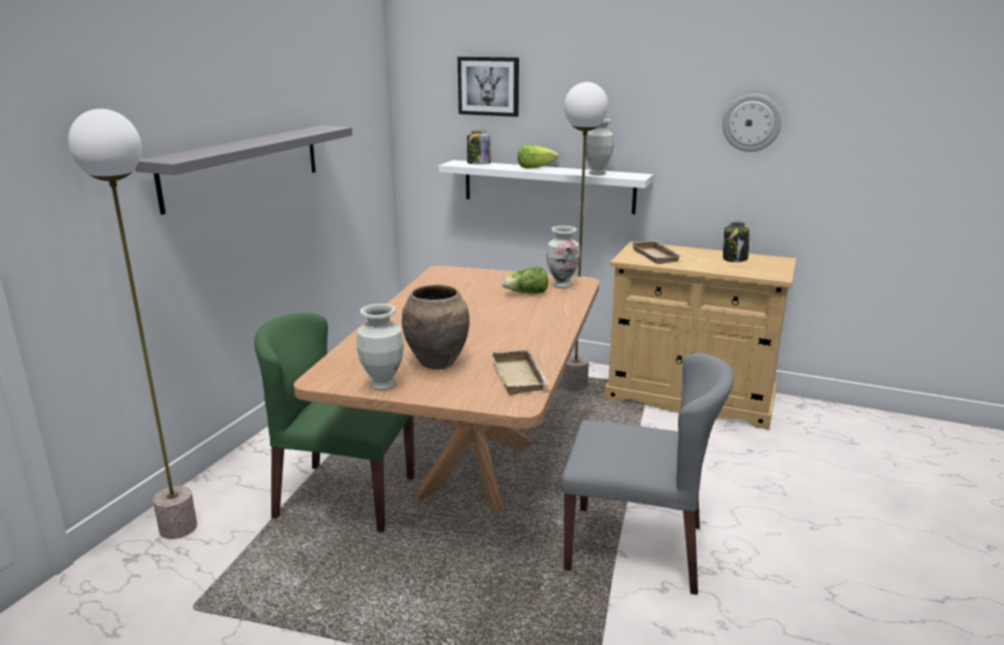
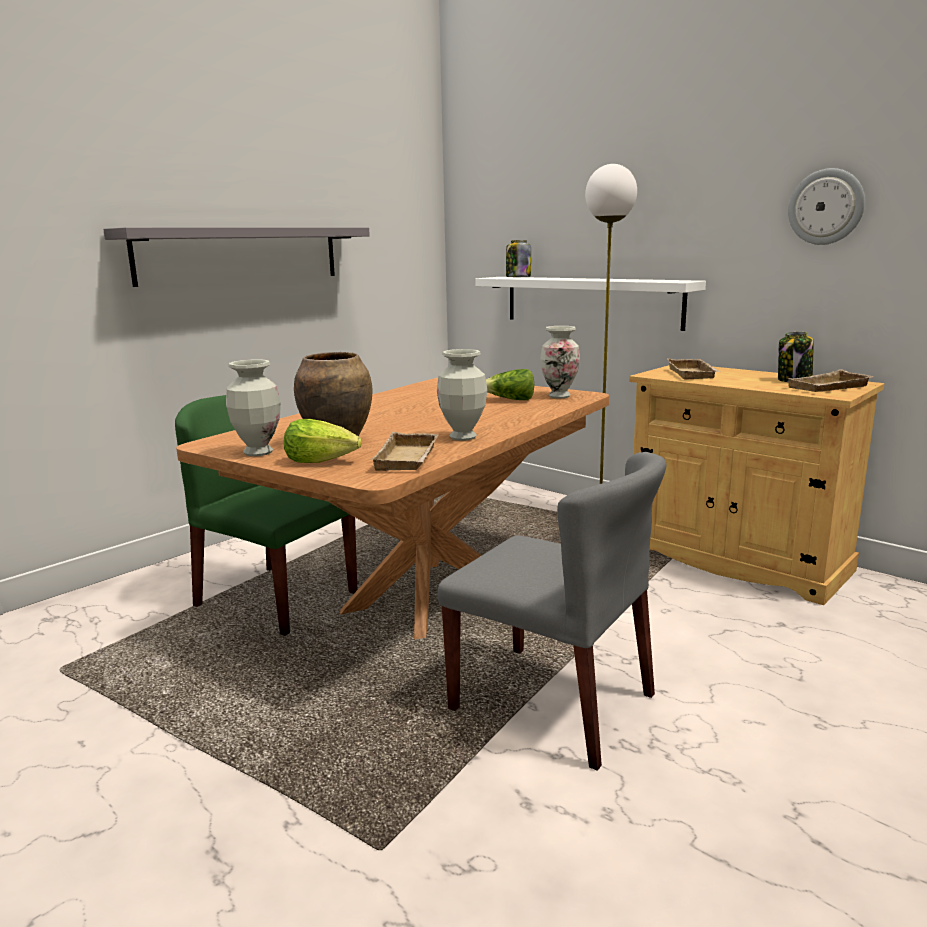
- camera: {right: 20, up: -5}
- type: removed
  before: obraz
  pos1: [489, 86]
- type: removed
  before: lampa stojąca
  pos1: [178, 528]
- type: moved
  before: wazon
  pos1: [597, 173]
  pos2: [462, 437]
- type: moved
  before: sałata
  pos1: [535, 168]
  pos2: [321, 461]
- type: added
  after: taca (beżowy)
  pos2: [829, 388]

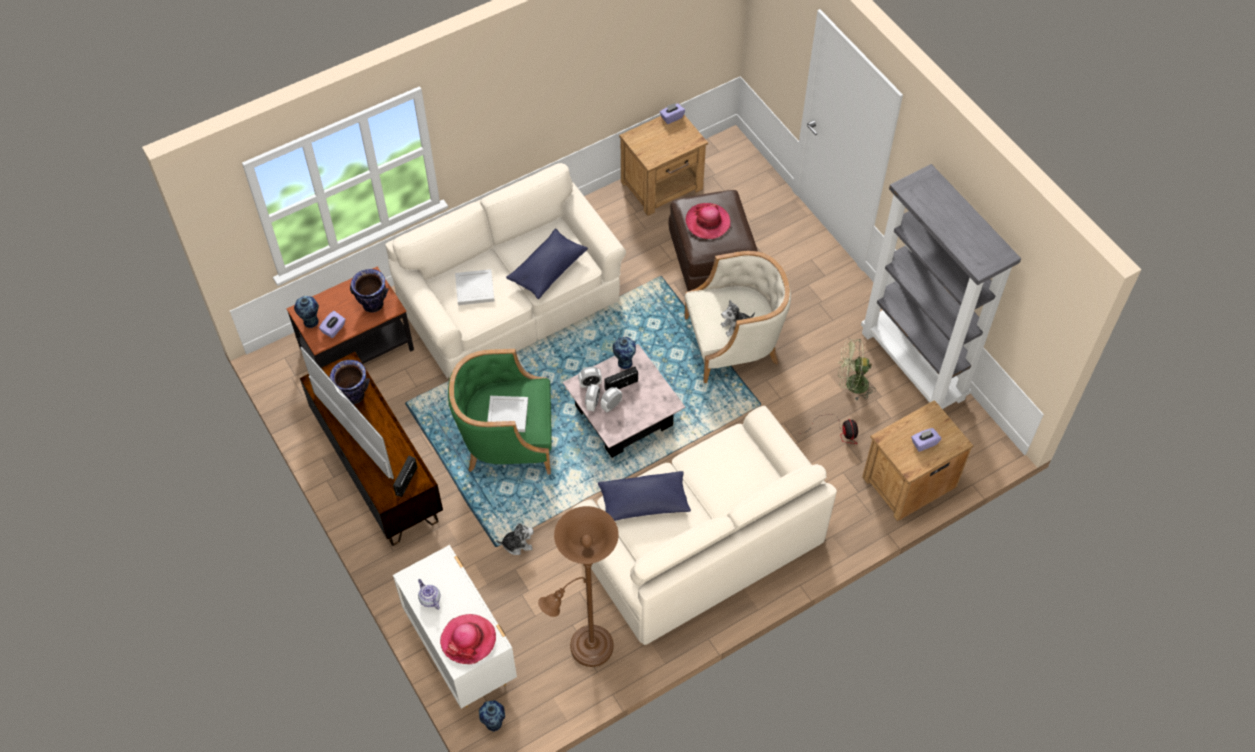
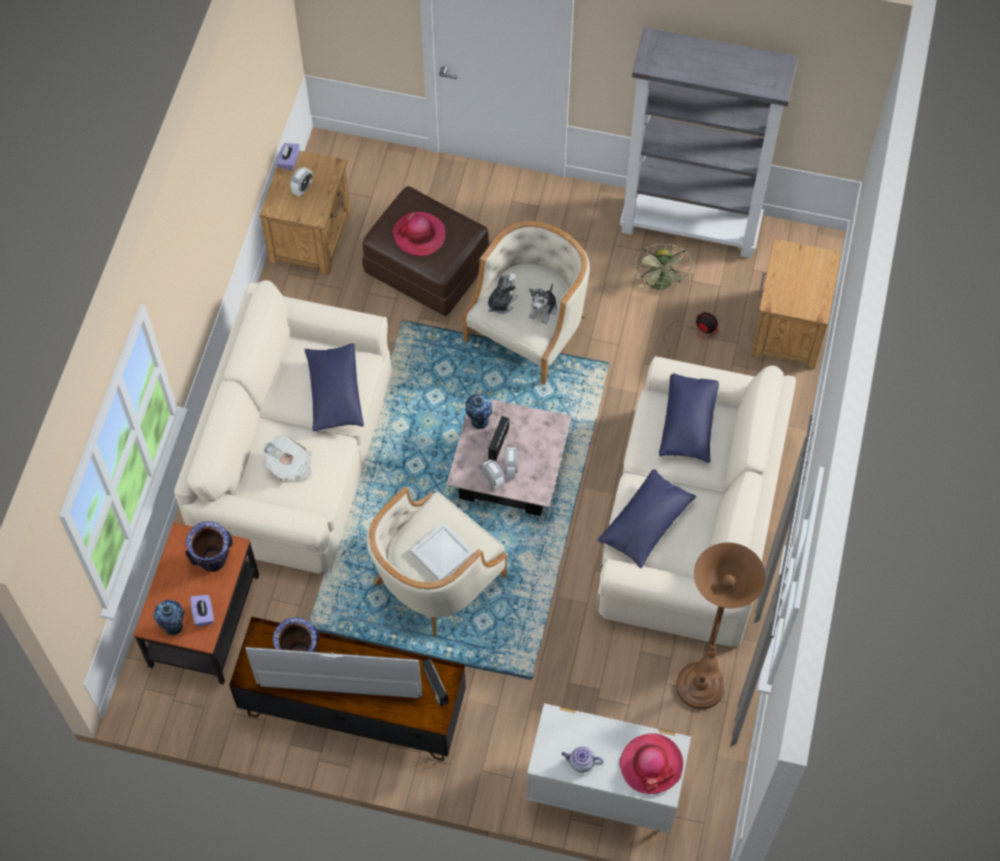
- camera: {right: -45, up: 5}
- type: replaced
  before: taca (biały)
  after: gazeta
  pos1: [475, 289]
  pos2: [290, 465]
- type: turned
  before: wentylator (zielony)
  pos1: [851, 385]
  pos2: [661, 284]
  turn: -45
- type: recoloured
  before: fotel (zielony)
  after: fotel (beżowy)
  pos1: [507, 439]
  pos2: [434, 579]
- type: moved
  before: budzik
  pos1: [590, 384]
  pos2: [302, 189]
- type: removed
  before: pudełko chusteczek (fioletowy)
  pos1: [924, 443]
- type: moved
  before: pluszak
  pos1: [517, 544]
  pos2: [501, 302]
- type: removed
  before: wazon
  pos1: [494, 724]
- type: added
  after: poduszka (niebieski)
  pos2: [688, 424]

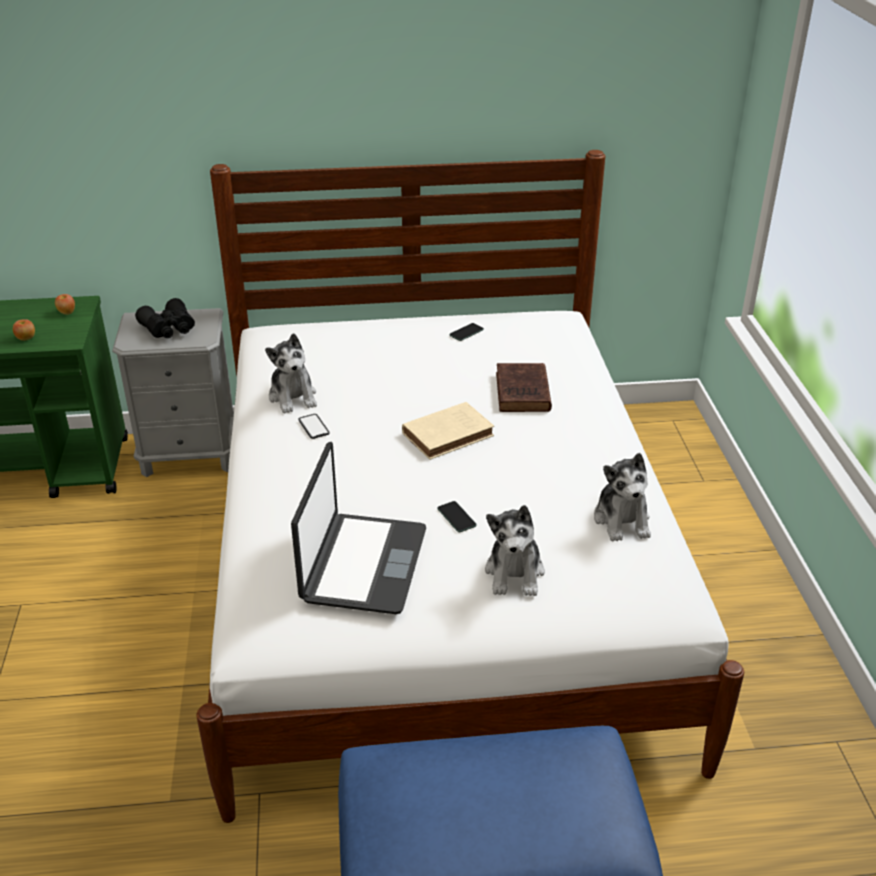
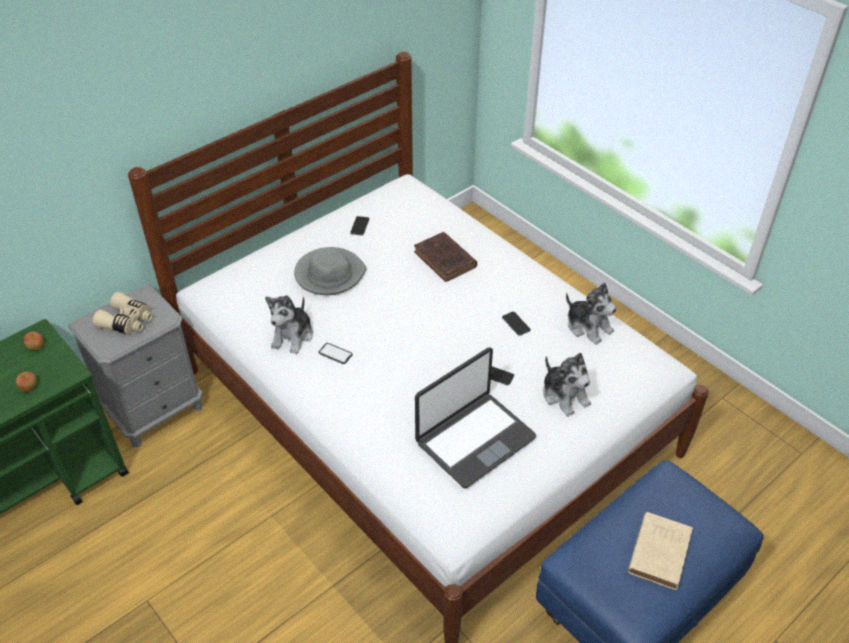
- camera: {right: -35, up: 10}
- type: recoloured
  before: lornetka (czarny)
  after: lornetka (beżowy)
  pos1: [169, 329]
  pos2: [127, 321]
- type: turned
  before: pluszak
  pos1: [293, 397]
  pos2: [293, 336]
  turn: 75
- type: moved
  before: książka (beżowy)
  pos1: [450, 434]
  pos2: [660, 551]
- type: turned
  before: laptop
  pos1: [362, 564]
  pos2: [474, 439]
  turn: 75
- type: added
  after: kapelusz (szary)
  pos2: [329, 274]
- type: added
  after: telefon
  pos2: [516, 324]

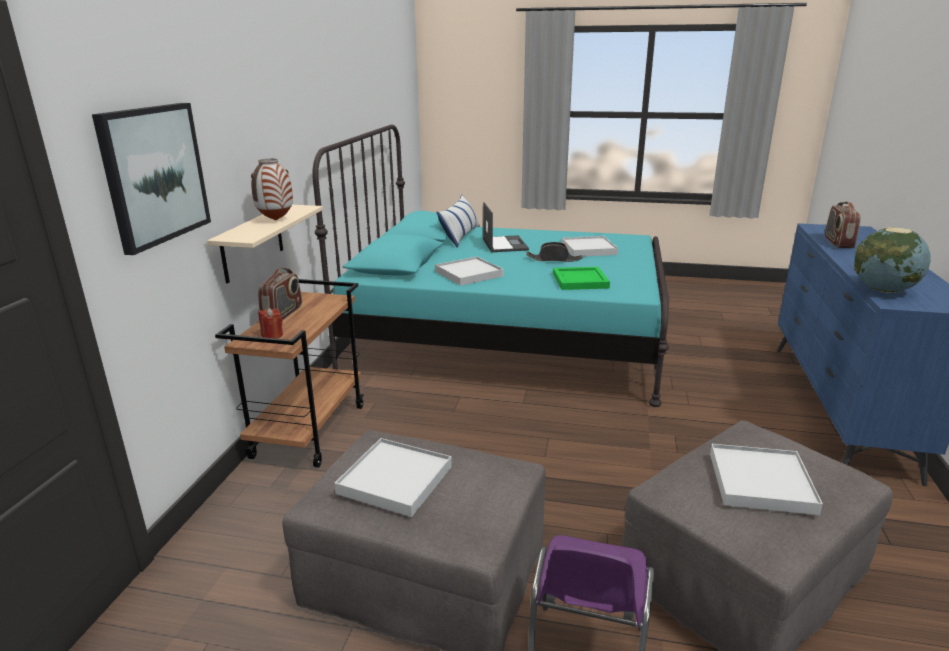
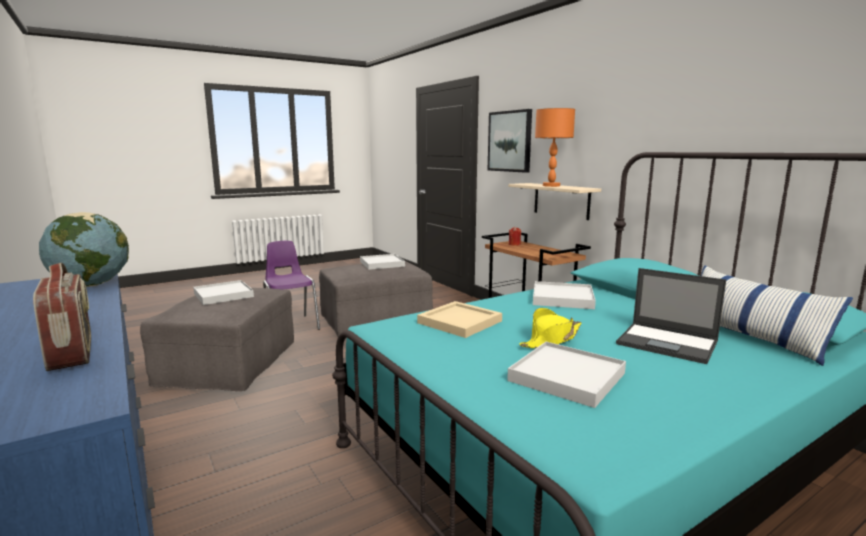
- camera: {right: 135, up: -10}
- type: replaced
  before: wazon
  after: lampa stołowa (pomarańczowy)
  pos1: [276, 220]
  pos2: [551, 186]
- type: recoloured
  before: kapelusz (czarny)
  after: kapelusz (żółty)
  pos1: [554, 259]
  pos2: [551, 340]
- type: recoloured
  before: taca (zielony)
  after: taca (beżowy)
  pos1: [579, 281]
  pos2: [459, 321]
- type: removed
  before: radio
  pos1: [283, 314]

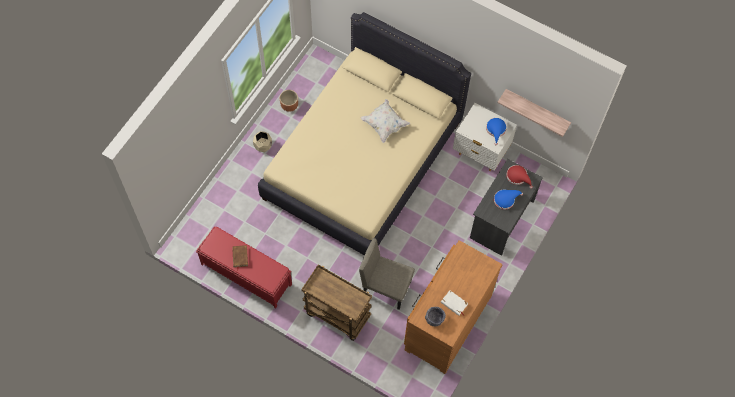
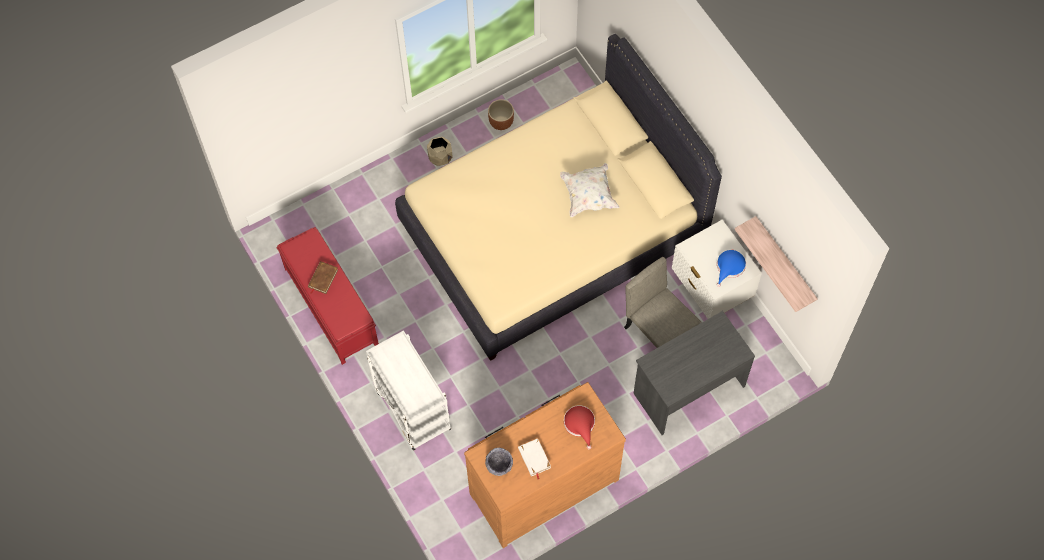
- camera: {right: 30, up: 0}
- type: moved
  before: kapelusz (czerwony)
  pos1: [518, 177]
  pos2: [580, 425]
- type: removed
  before: kapelusz (niebieski)
  pos1: [505, 199]
- type: moved
  before: krzesło (beżowy)
  pos1: [386, 287]
  pos2: [659, 333]
- type: recoloured
  before: wózek (brązowy)
  after: wózek (biały)
  pos1: [336, 315]
  pos2: [411, 408]

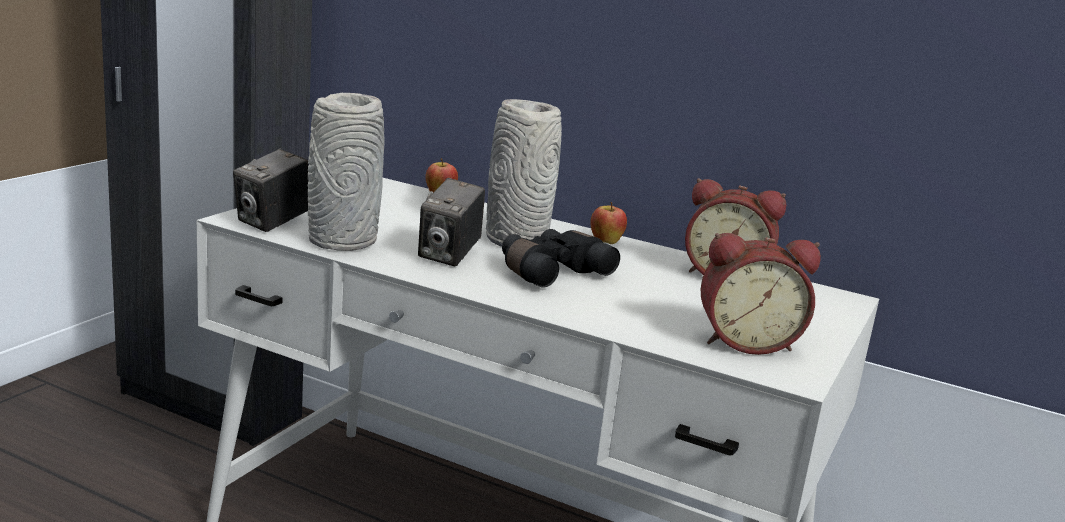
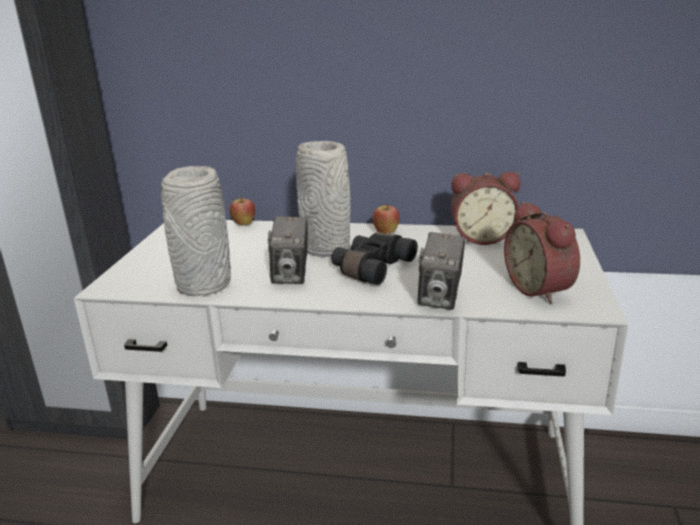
- camera: {right: -15, up: 5}
- type: moved
  before: aparat fotograficzny
  pos1: [273, 223]
  pos2: [440, 298]
- type: turned
  before: budzik
  pos1: [746, 342]
  pos2: [541, 289]
  turn: 90

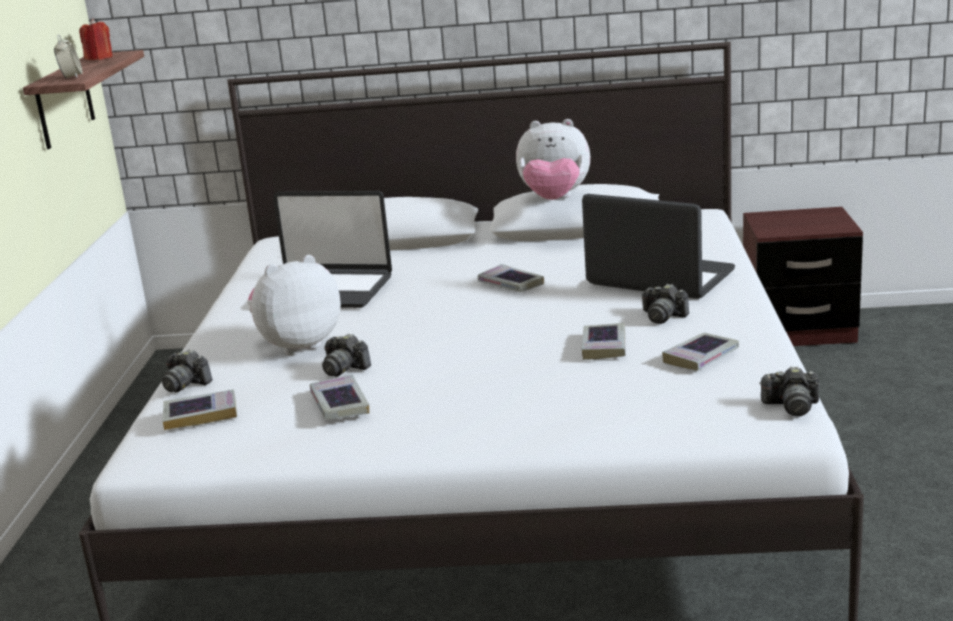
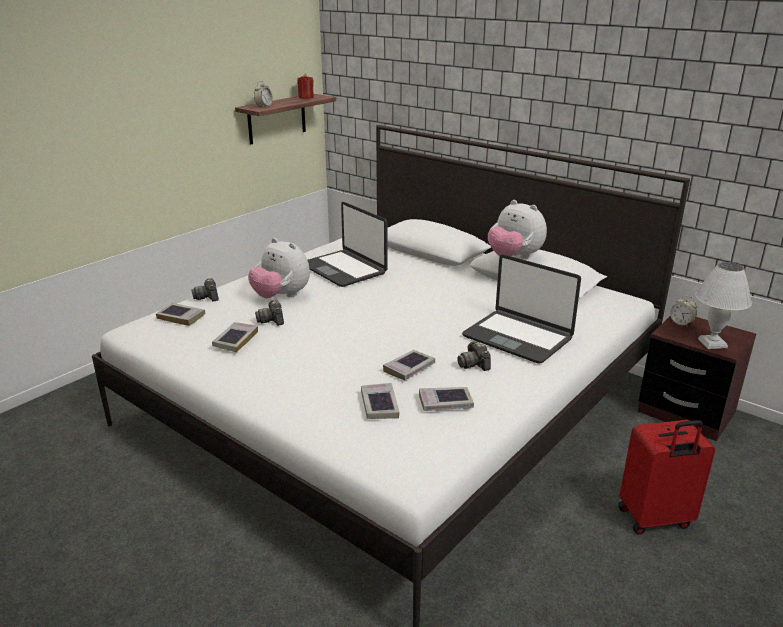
- camera: {right: 35, up: 5}
- type: turned
  before: laptop
  pos1: [660, 279]
  pos2: [518, 337]
  turn: 150
- type: turned
  before: pluszak
  pos1: [297, 345]
  pos2: [281, 296]
  turn: -150
- type: moved
  before: książka
  pos1: [510, 284]
  pos2: [379, 405]
- type: removed
  before: aparat fotograficzny
  pos1: [791, 406]
- type: added
  after: lampa stołowa (biały)
  pos2: [712, 343]
- type: added
  after: budzik
  pos2: [681, 323]
- type: added
  after: walizka (czerwony)
  pos2: [655, 519]

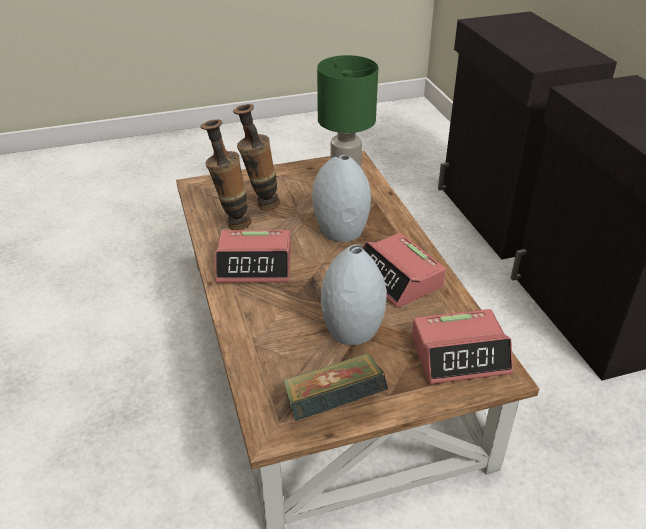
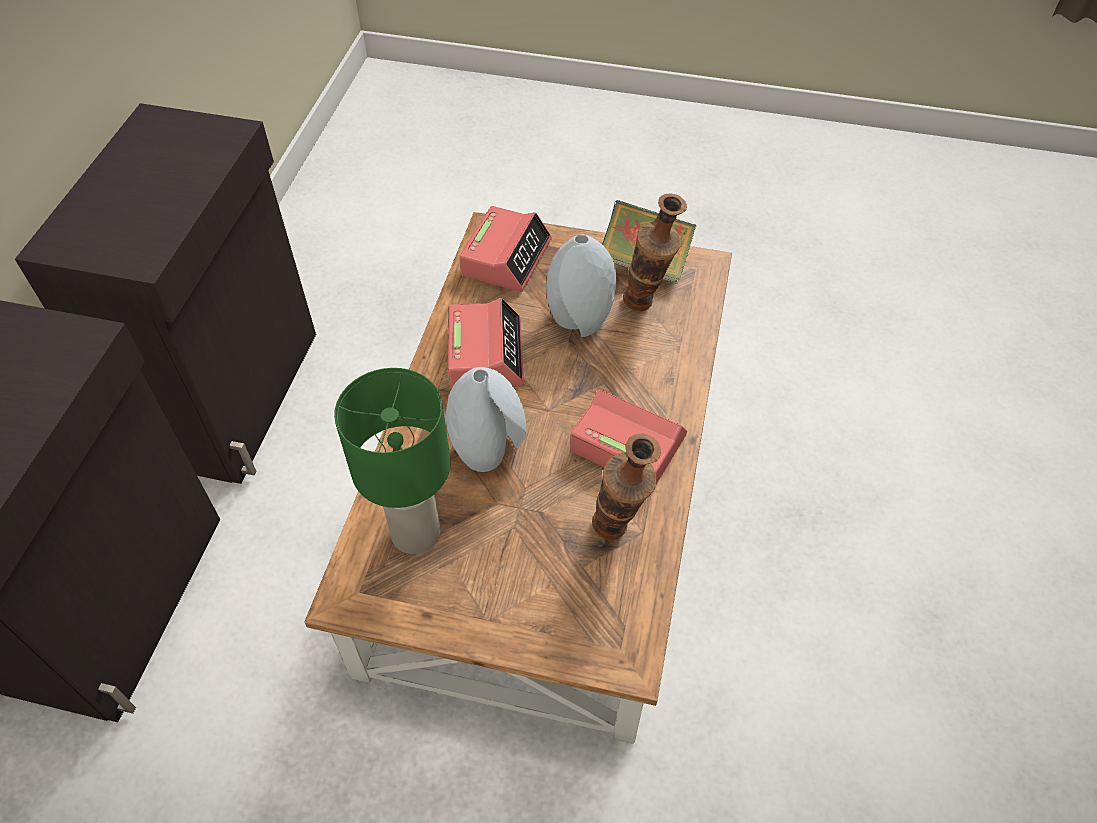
- camera: {right: -150, up: 15}
- type: moved
  before: wazon
  pos1: [261, 205]
  pos2: [646, 306]
- type: turned
  before: budzik
  pos1: [460, 355]
  pos2: [506, 257]
  turn: 90

